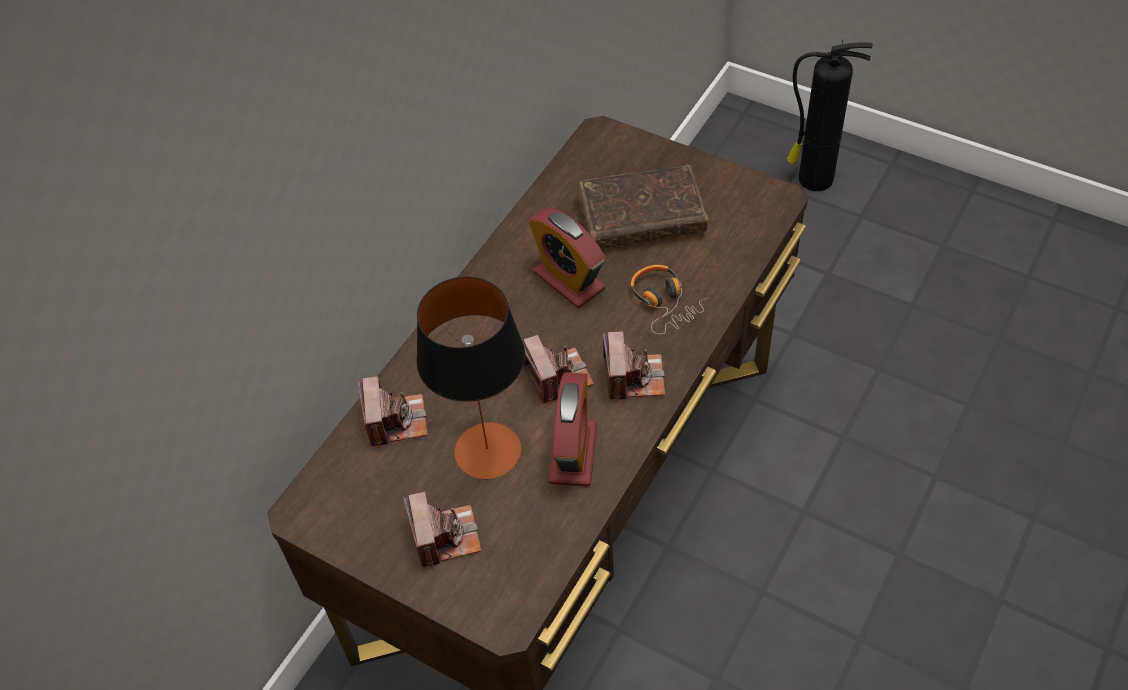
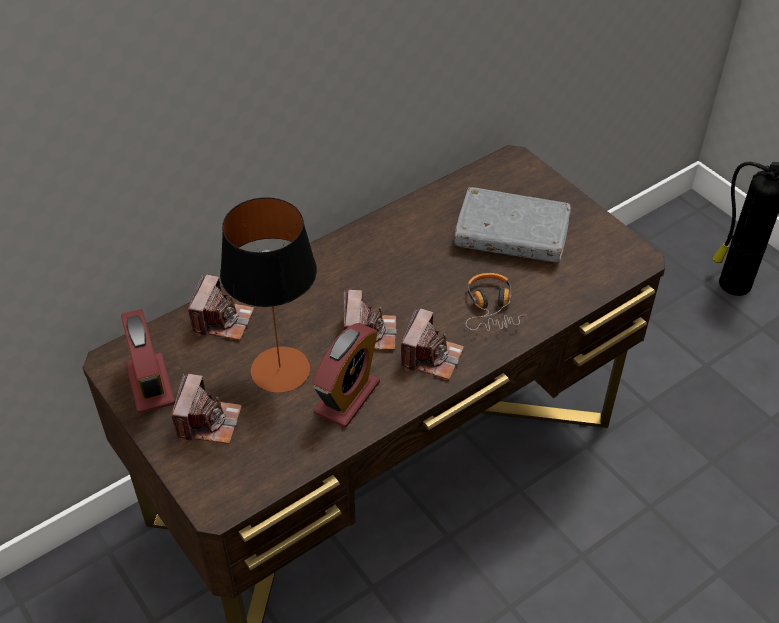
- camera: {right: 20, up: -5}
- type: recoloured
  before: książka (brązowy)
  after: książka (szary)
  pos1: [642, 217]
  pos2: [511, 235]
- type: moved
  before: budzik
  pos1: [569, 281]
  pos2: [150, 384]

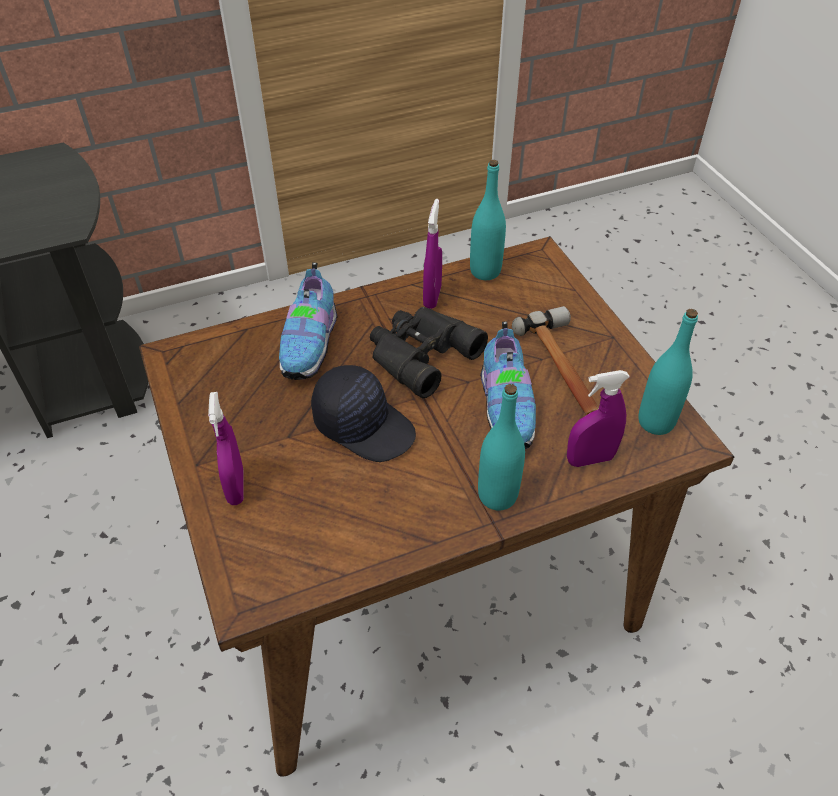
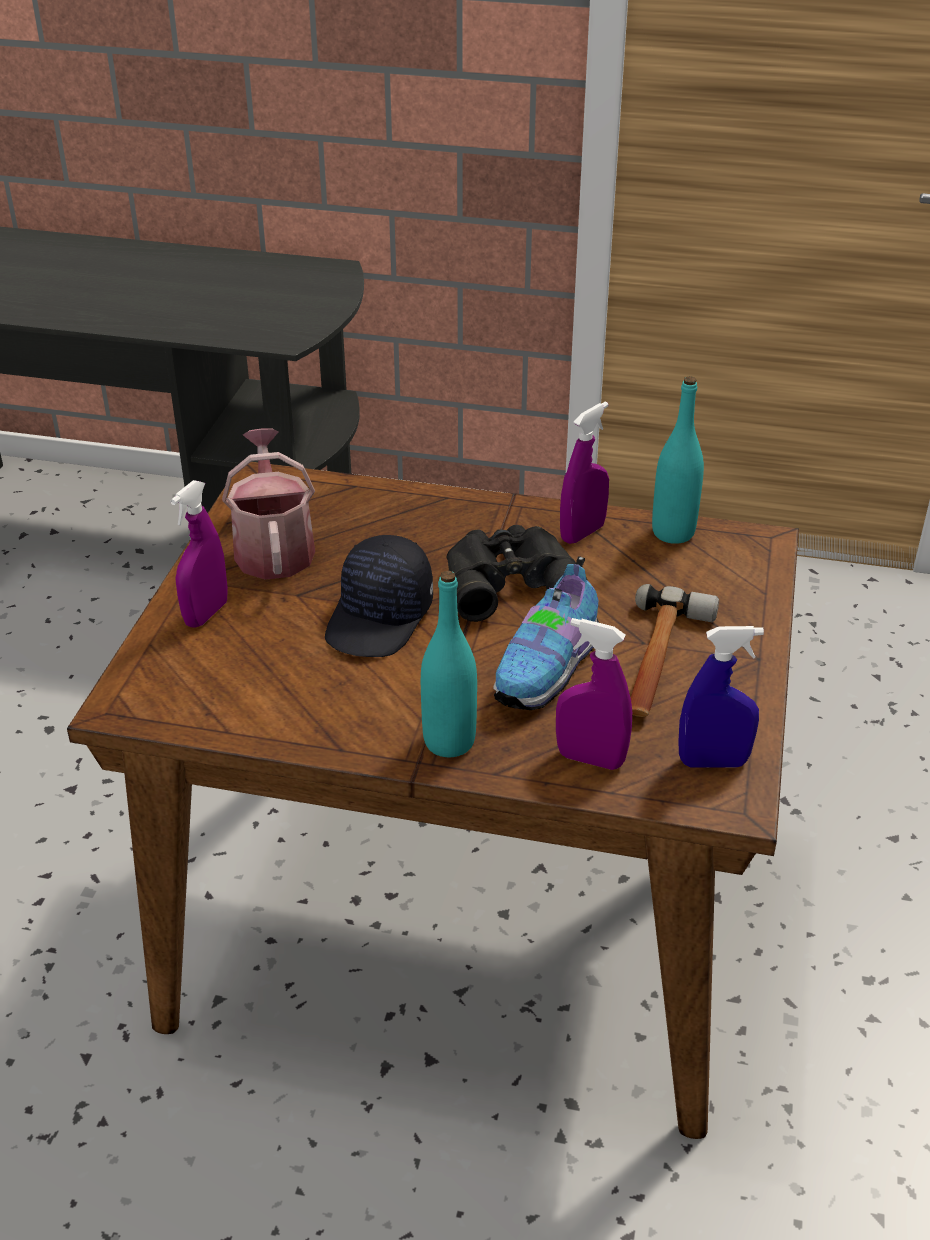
- camera: {right: 35, up: -10}
- type: removed
  before: but
  pos1: [311, 345]
- type: replaced
  before: butelka (turkusowy)
  after: spryskiwacz (niebieski)
  pos1: [656, 422]
  pos2: [713, 762]
- type: turned
  before: czapka z daszkiem (czarny)
  pos1: [364, 425]
  pos2: [381, 618]
  turn: 45
- type: added
  after: konewka
  pos2: [273, 547]

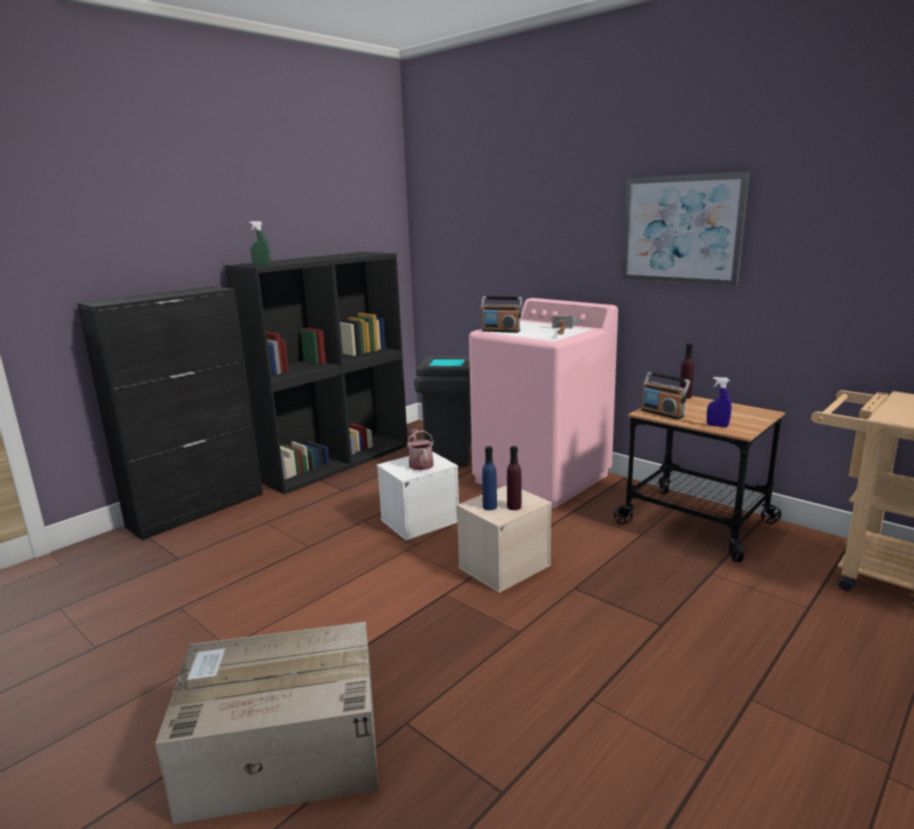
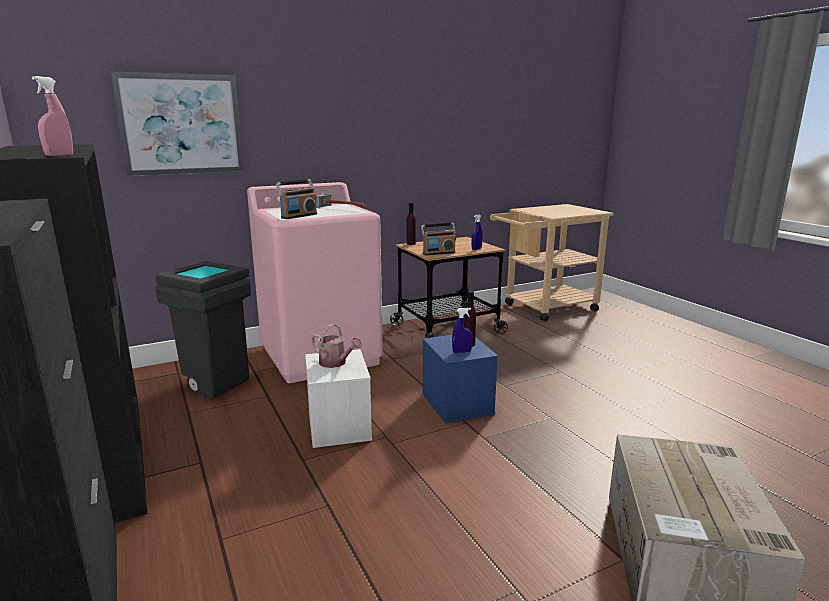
- camera: {right: -70, up: 0}
- type: moved
  before: obraz
  pos1: [681, 230]
  pos2: [181, 124]
- type: recoloured
  before: spryskiwacz (zielony)
  after: spryskiwacz (różowy)
  pos1: [261, 265]
  pos2: [59, 156]
- type: turned
  before: konewka
  pos1: [420, 463]
  pos2: [336, 363]
  turn: -150
- type: replaced
  before: butelka (niebieski)
  after: spryskiwacz (niebieski)
  pos1: [489, 507]
  pos2: [461, 352]
- type: recoloured
  before: pojemnik do przechowywania (beżowy)
  after: pojemnik do przechowywania (niebieski)
  pos1: [504, 566]
  pos2: [456, 403]

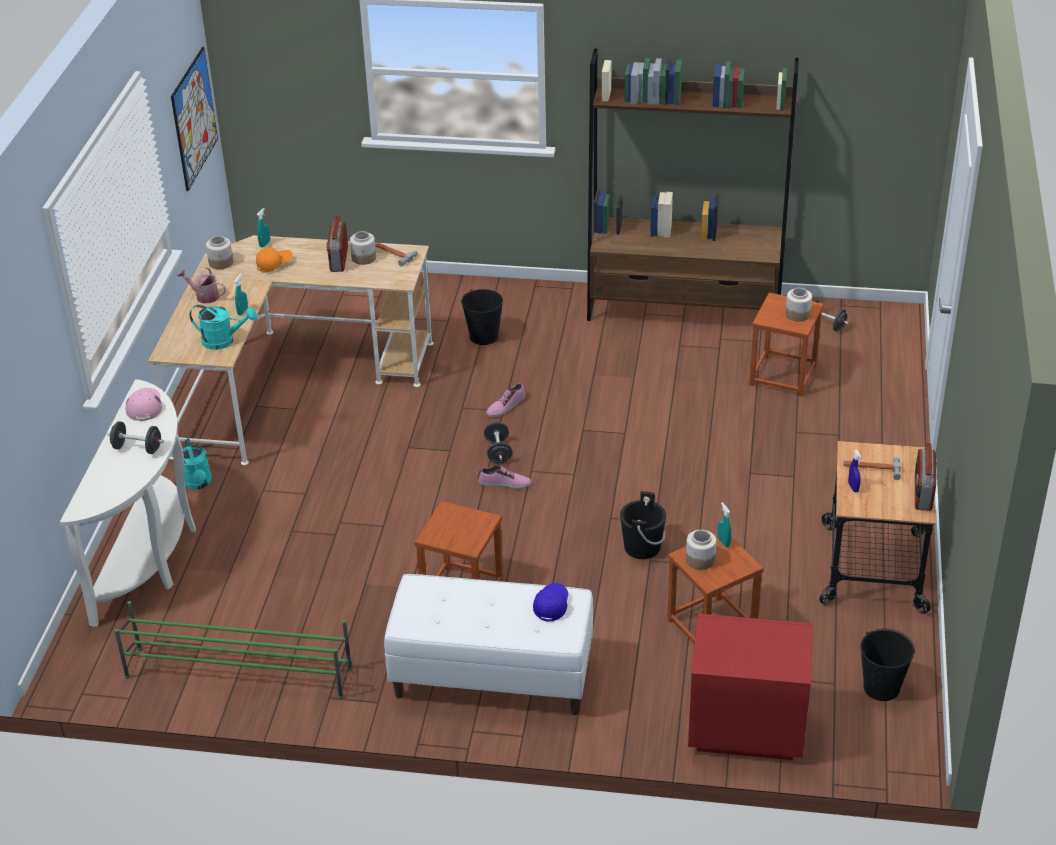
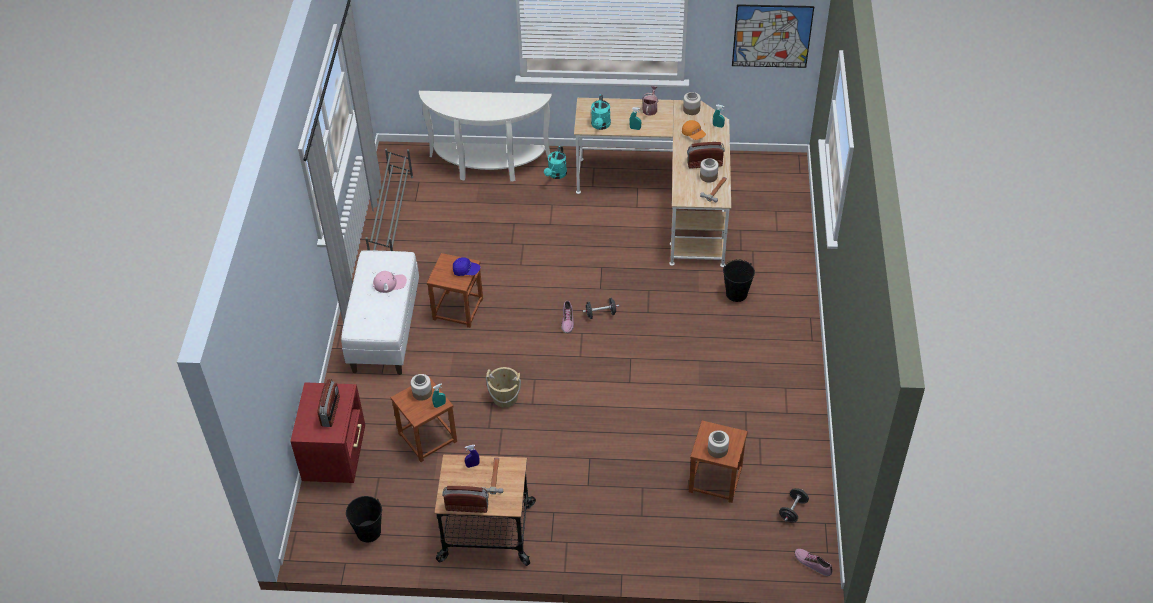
- camera: {right: 85, up: 10}
- type: removed
  before: regał (brązowy)
  pos1: [684, 309]
- type: moved
  before: but
  pos1: [505, 406]
  pos2: [813, 563]
- type: moved
  before: czapka z daszkiem (różowy)
  pos1: [144, 405]
  pos2: [390, 283]
- type: removed
  before: hantel (czarny)
  pos1: [137, 448]
- type: turned
  before: konewka (turkusowy)
  pos1: [198, 483]
  pos2: [556, 175]
  turn: -45
- type: recoloured
  before: wiadro (czarny)
  after: wiadro (beżowy)
  pos1: [642, 547]
  pos2: [505, 397]
- type: moved
  before: czapka z daszkiem (niebieski)
  pos1: [551, 606]
  pos2: [466, 270]
- type: recoloured
  before: regał na buty (zielony)
  after: regał na buty (szary)
  pos1: [237, 672]
  pos2: [392, 219]
- type: added
  after: radio
  pos2: [331, 411]

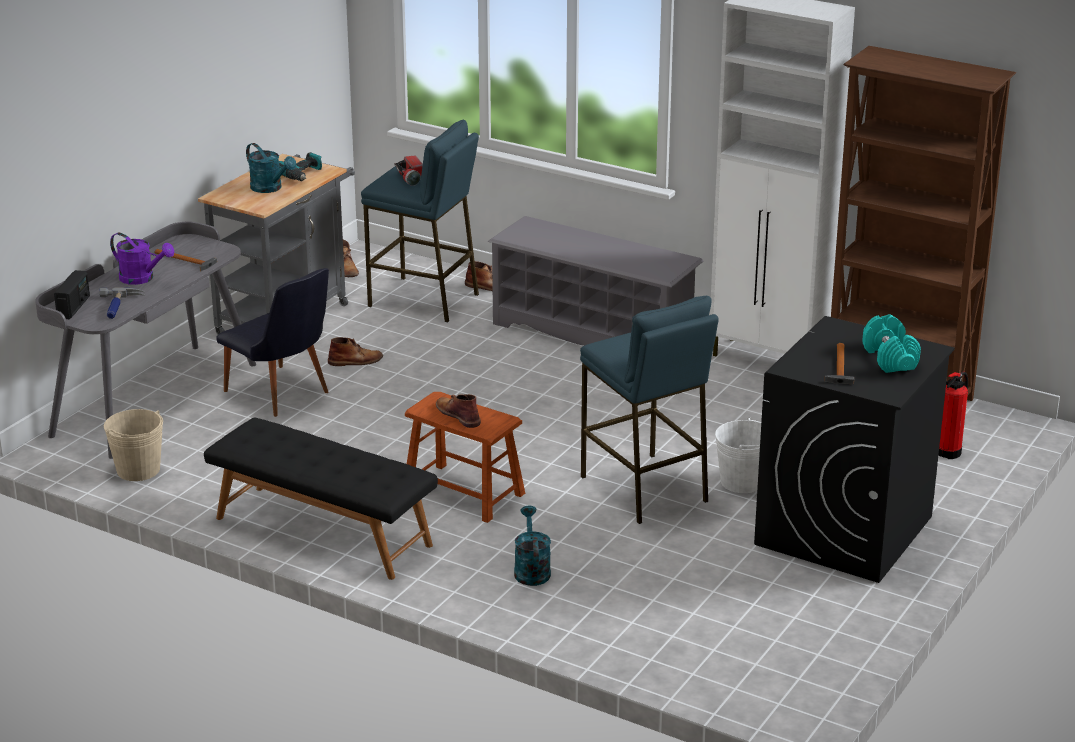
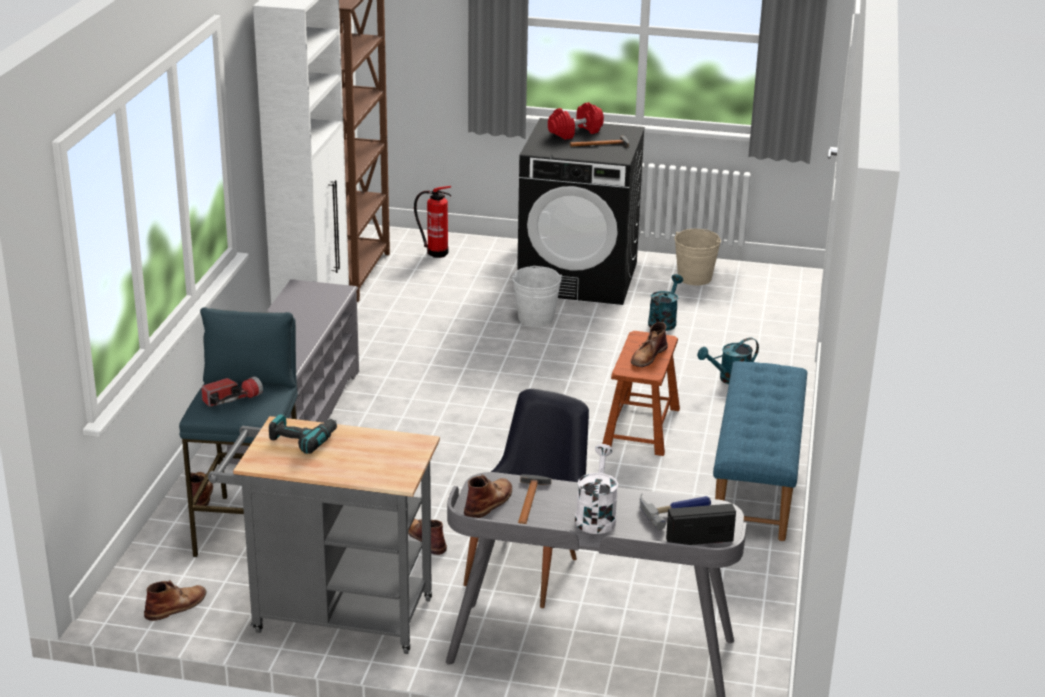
- camera: {right: -110, up: 0}
- type: moved
  before: konewka (turkusowy)
  pos1: [270, 188]
  pos2: [664, 321]
- type: recoloured
  before: konewka (fioletowy)
  after: konewka (biały)
  pos1: [142, 279]
  pos2: [596, 516]
- type: removed
  before: stołek (niebieski)
  pos1: [644, 489]
- type: recoloured
  before: hantel (turkusowy)
  after: hantel (czerwony)
  pos1: [890, 359]
  pos2: [575, 132]
- type: moved
  before: wiadro (beżowy)
  pos1: [138, 470]
  pos2: [694, 278]
- type: recoloured
  before: ławka (czarny)
  after: ławka (niebieski)
  pos1: [322, 532]
  pos2: [757, 480]
- type: added
  after: but z cholewką (brązowy)
  pos2: [489, 501]

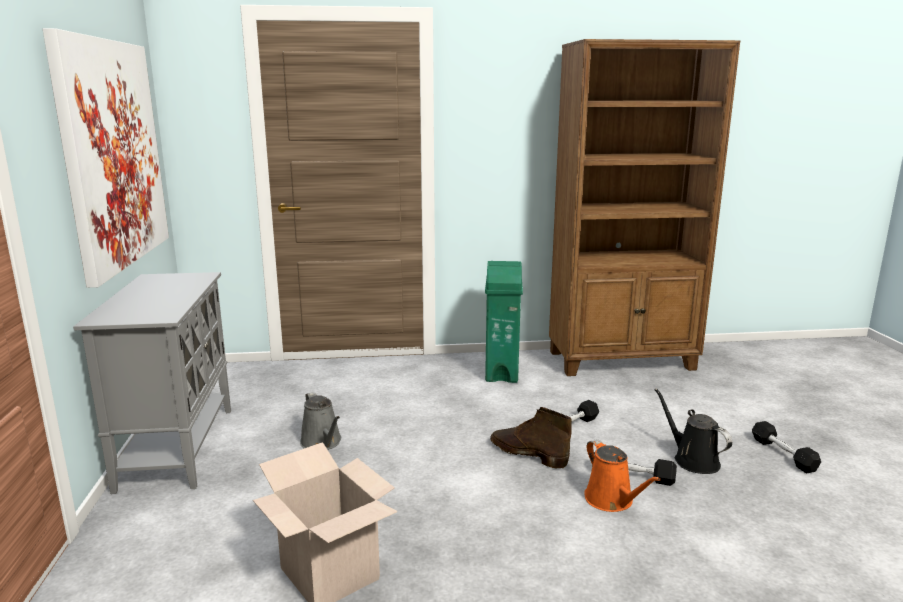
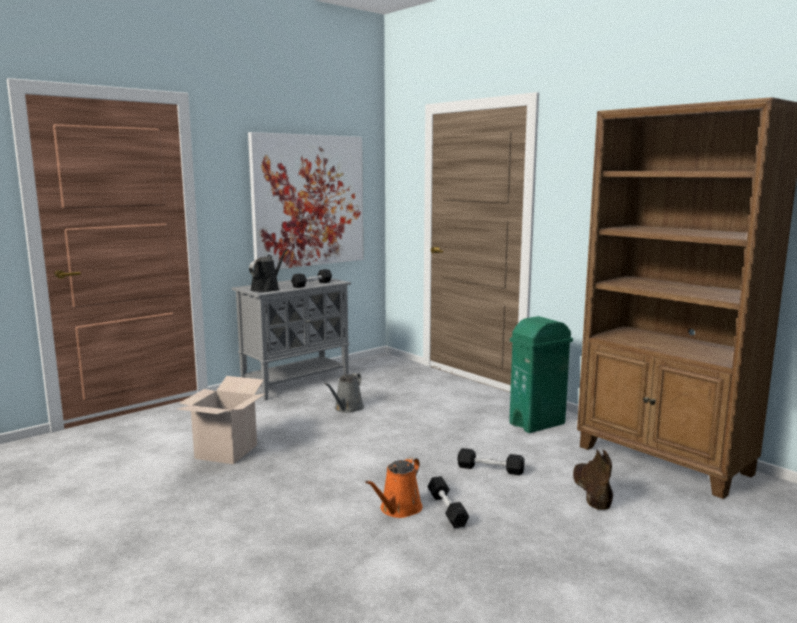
- camera: {right: 55, up: -5}
- type: moved
  before: konewka (czarny)
  pos1: [692, 460]
  pos2: [267, 289]
- type: moved
  before: but z cholewką (brązowy)
  pos1: [527, 453]
  pos2: [591, 490]
- type: moved
  before: hantel (czarny)
  pos1: [783, 454]
  pos2: [312, 284]

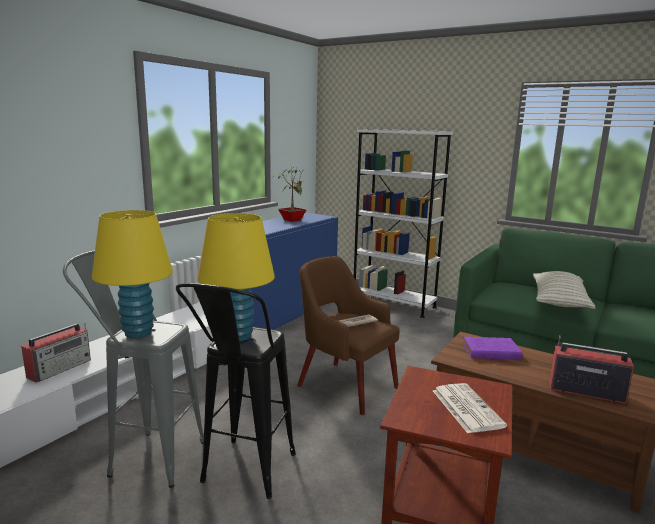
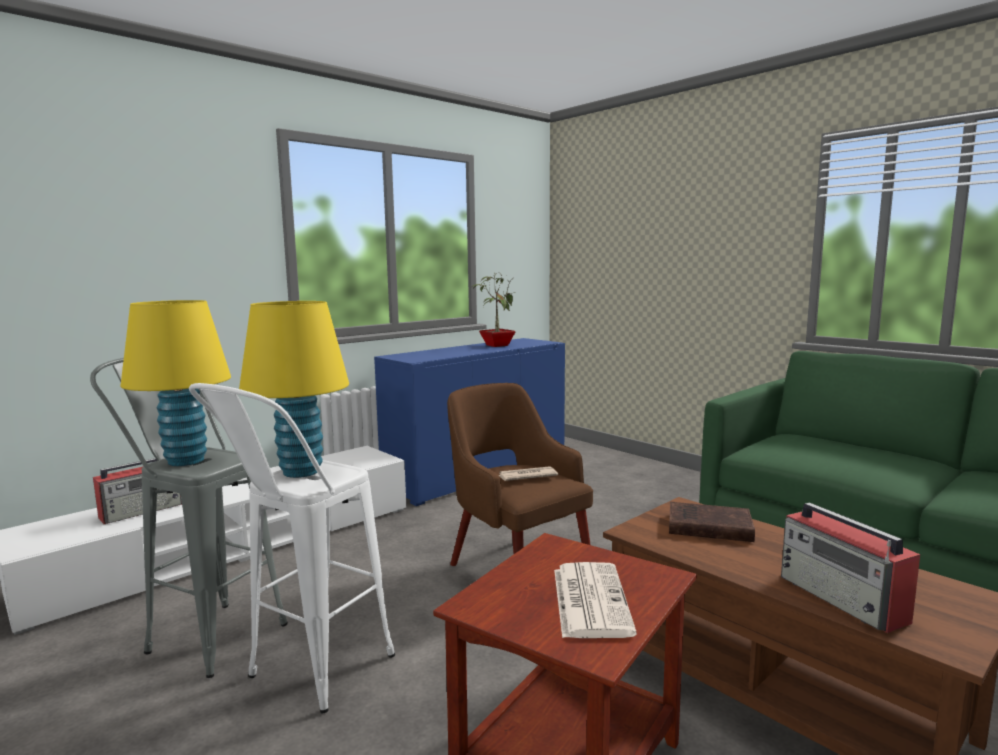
- camera: {right: 15, up: -5}
- type: removed
  before: regał (biały)
  pos1: [393, 304]
- type: removed
  before: poduszka
  pos1: [559, 302]
- type: recoloured
  before: stołek (czarny)
  after: stołek (biały)
  pos1: [243, 477]
  pos2: [306, 678]
- type: turned
  before: radio
  pos1: [585, 391]
  pos2: [843, 599]
  turn: -150
- type: recoloured
  before: książka (fioletowy)
  after: książka (brązowy)
  pos1: [489, 351]
  pos2: [706, 527]

